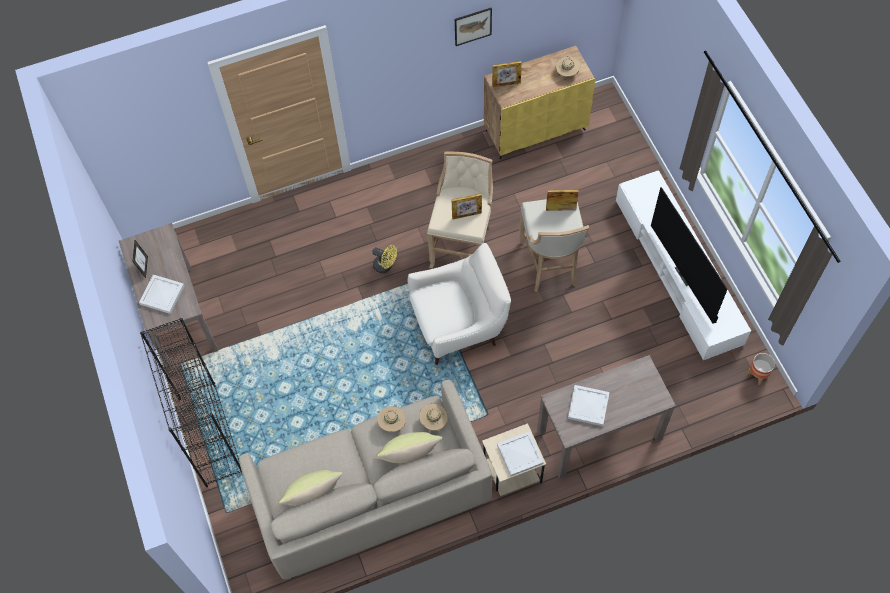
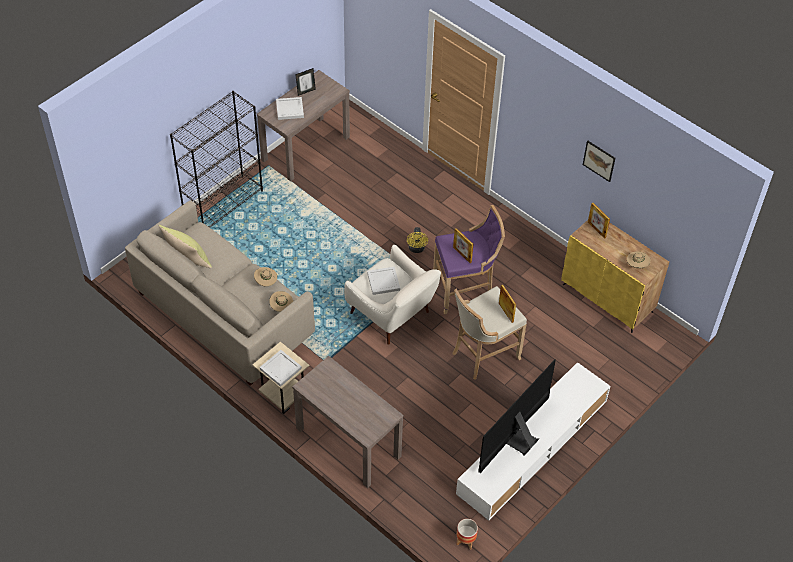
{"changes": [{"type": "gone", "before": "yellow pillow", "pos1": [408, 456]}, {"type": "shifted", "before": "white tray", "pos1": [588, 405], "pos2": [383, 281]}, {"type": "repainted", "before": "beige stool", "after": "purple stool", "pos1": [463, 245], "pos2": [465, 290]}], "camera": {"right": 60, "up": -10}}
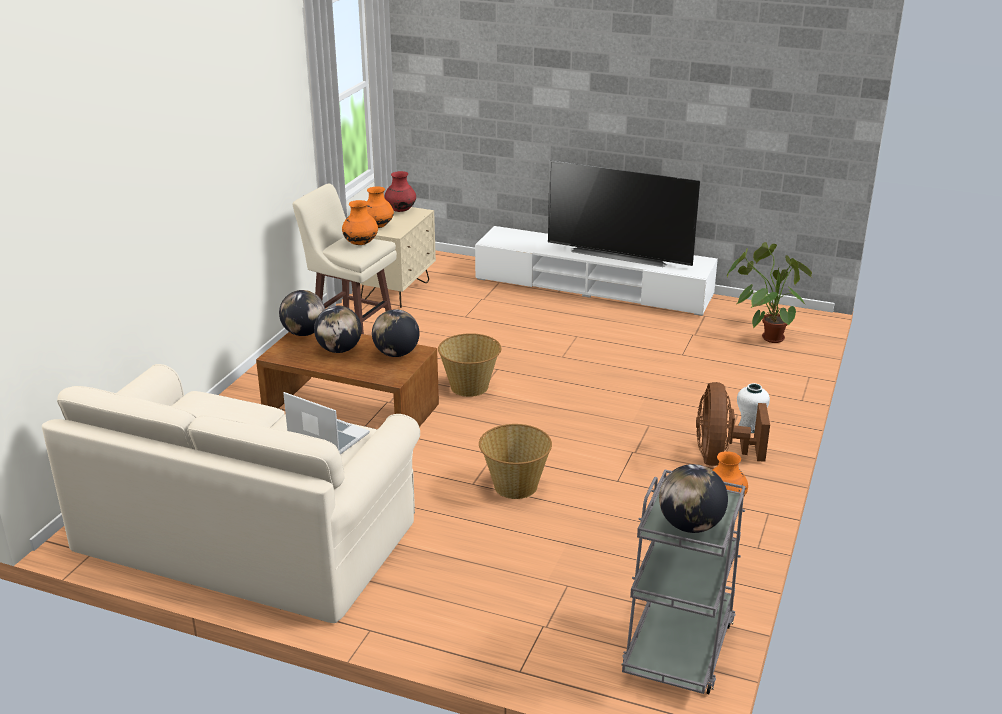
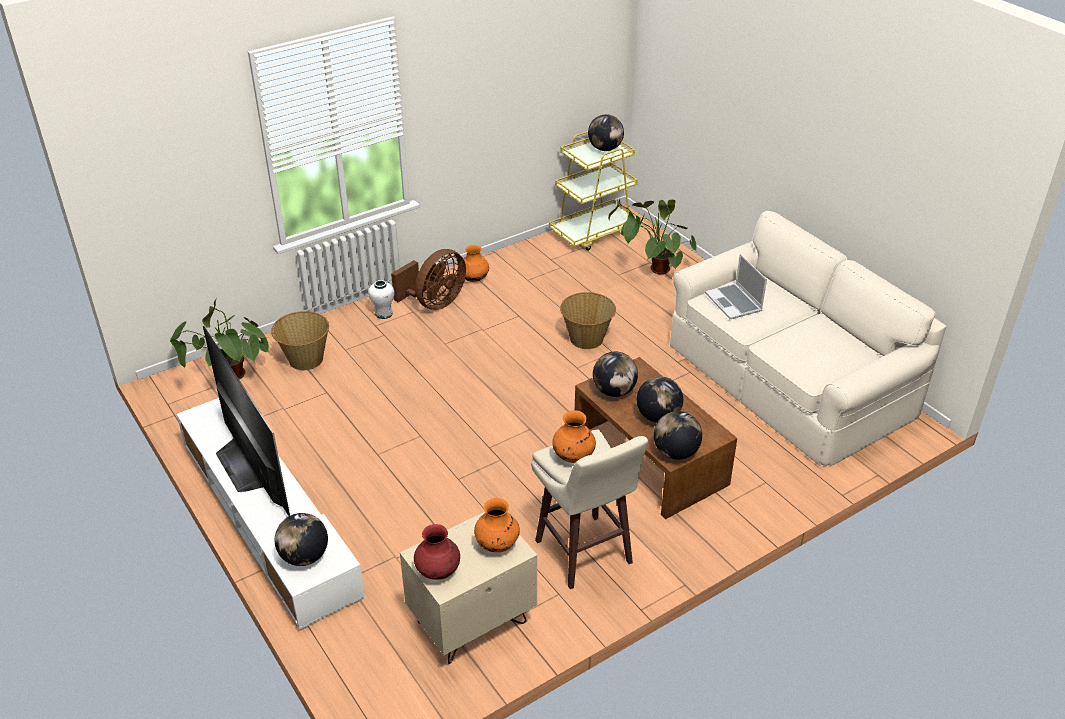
{"changes": [{"type": "new", "after": "globe", "pos2": [304, 557]}, {"type": "new", "after": "potted plant", "pos2": [650, 270]}, {"type": "shifted", "before": "basket", "pos1": [470, 387], "pos2": [305, 359]}, {"type": "repainted", "before": "grey cart", "after": "yellow cart", "pos1": [679, 645], "pos2": [594, 232]}], "camera": {"right": -145, "up": 10}}
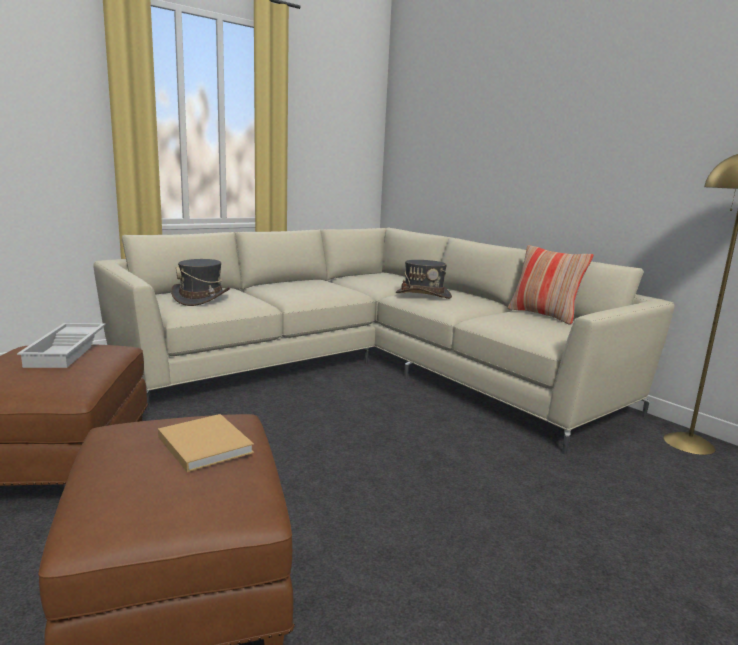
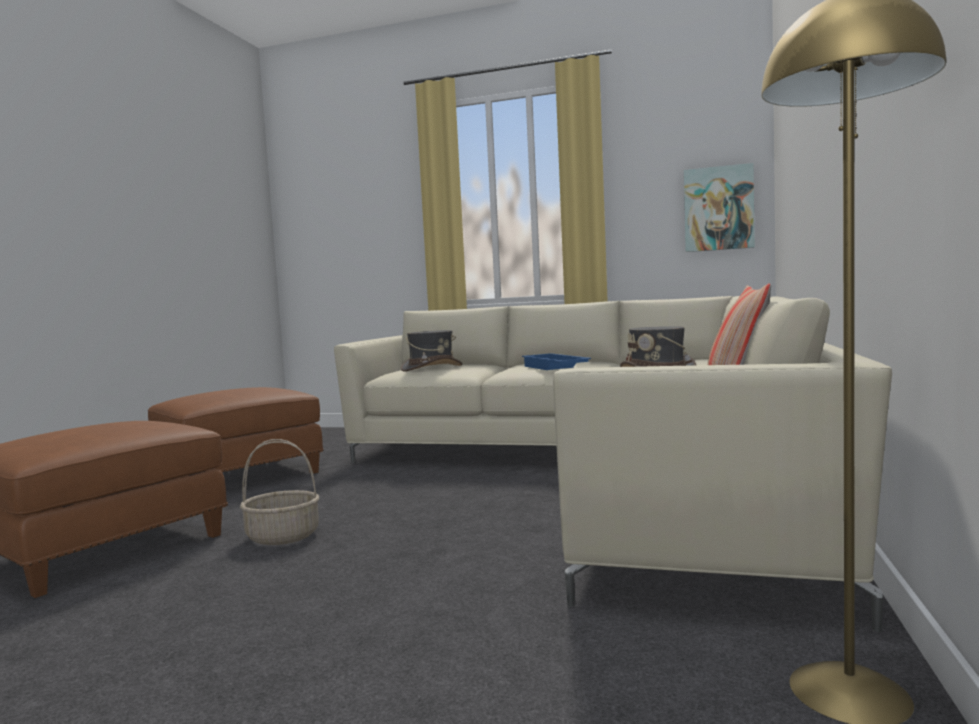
{"changes": [{"type": "gone", "before": "white tray", "pos1": [68, 351]}, {"type": "gone", "before": "beige book", "pos1": [204, 443]}, {"type": "new", "after": "basket", "pos2": [283, 536]}, {"type": "new", "after": "blue tray", "pos2": [553, 368]}, {"type": "new", "after": "picture", "pos2": [718, 208]}], "camera": {"right": 55, "up": -10}}
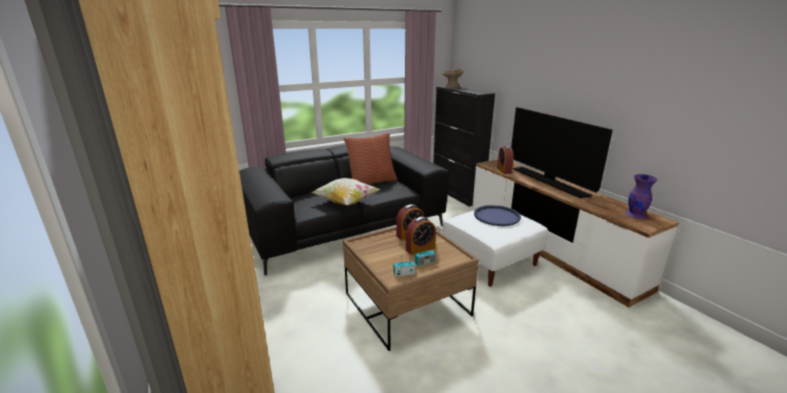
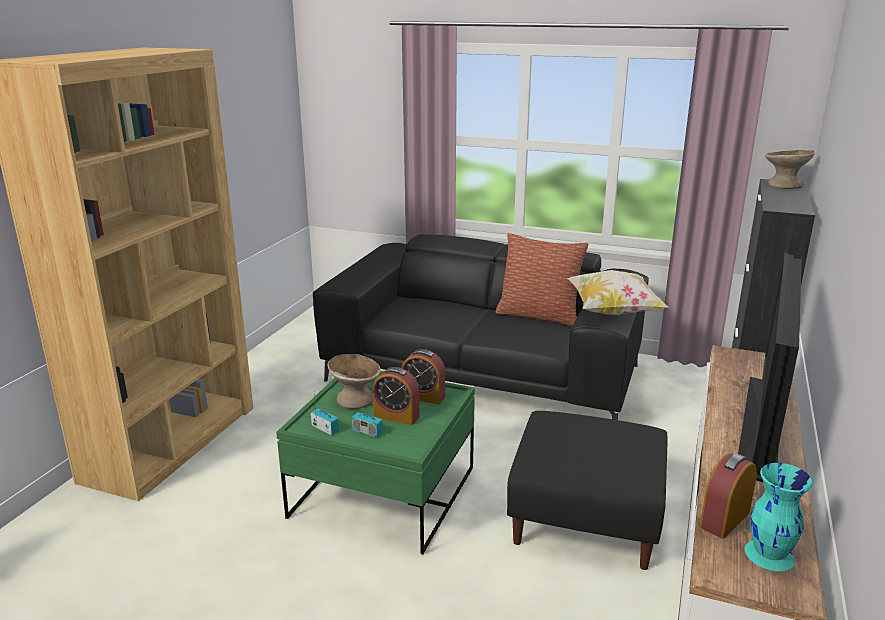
{"changes": [{"type": "gone", "before": "blue tray", "pos1": [497, 216]}, {"type": "new", "after": "beige bowl", "pos2": [355, 399]}, {"type": "shifted", "before": "pillow", "pos1": [346, 202], "pos2": [613, 311]}, {"type": "shifted", "before": "alarm clock", "pos1": [504, 170], "pos2": [724, 519]}, {"type": "repainted", "before": "brown coffee table", "after": "green coffee table", "pos1": [406, 304], "pos2": [384, 492]}, {"type": "repainted", "before": "white ottoman", "after": "black ottoman", "pos1": [490, 261], "pos2": [586, 518]}, {"type": "repainted", "before": "purple vase", "after": "turquoise vase", "pos1": [636, 214], "pos2": [770, 555]}], "camera": {"right": 50, "up": 0}}
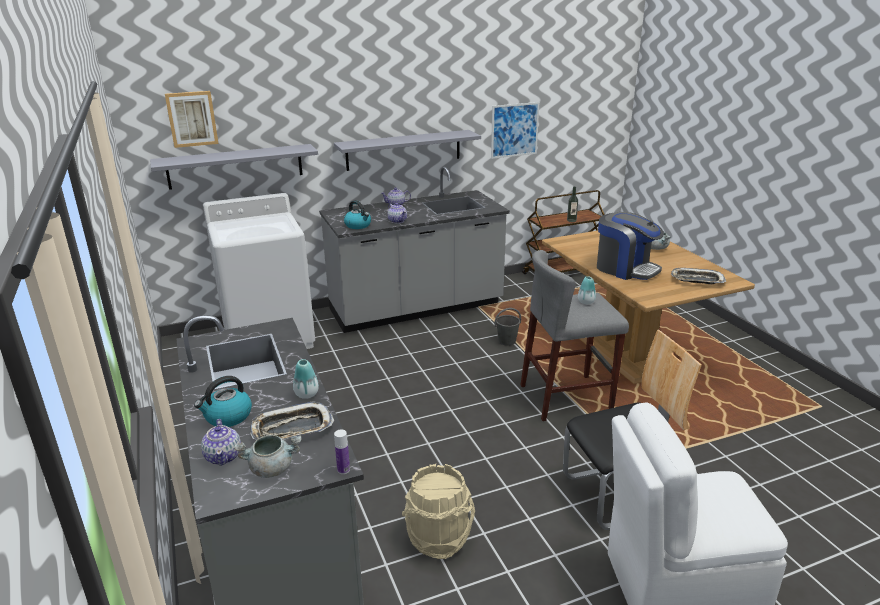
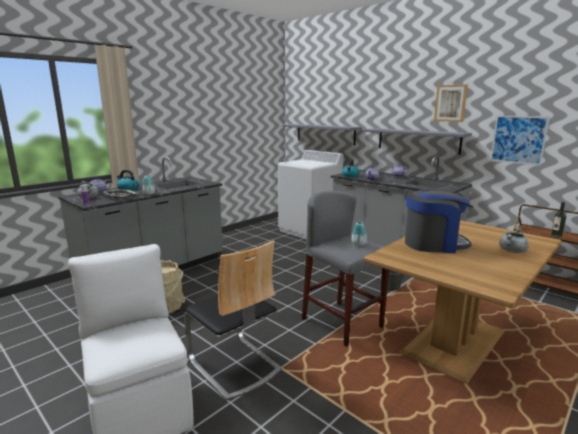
{"changes": [{"type": "gone", "before": "tray", "pos1": [696, 280]}, {"type": "shifted", "before": "picture", "pos1": [192, 119], "pos2": [450, 103]}, {"type": "rotated", "before": "coffee machine", "pos1": [625, 269], "pos2": [434, 244], "turn": -105}], "camera": {"right": 65, "up": -10}}
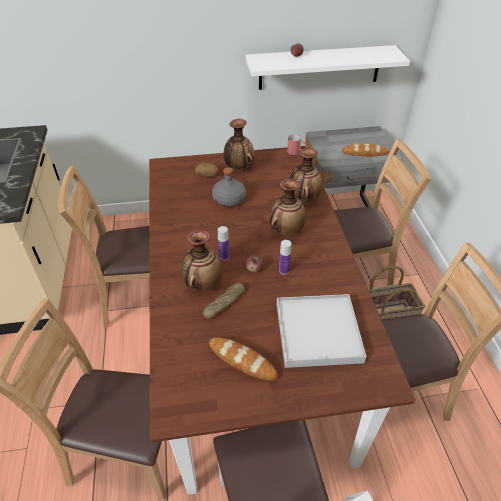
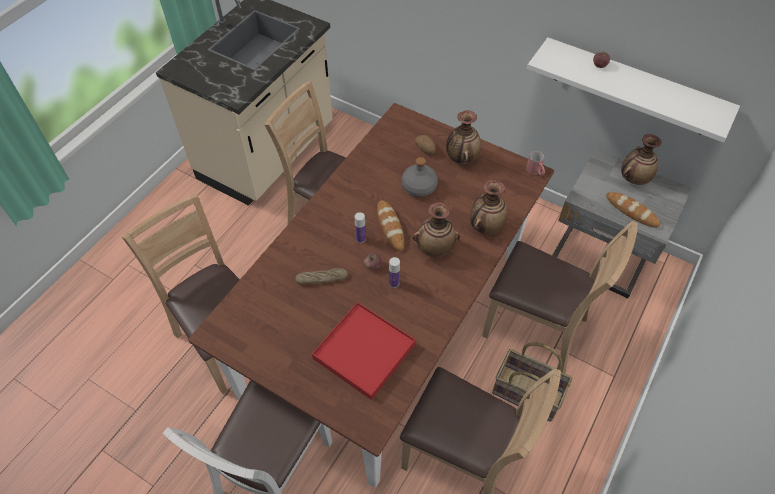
{"changes": [{"type": "shifted", "before": "vase", "pos1": [203, 284], "pos2": [634, 178]}, {"type": "shifted", "before": "bread", "pos1": [242, 360], "pos2": [390, 227]}, {"type": "repainted", "before": "white tray", "after": "red tray", "pos1": [317, 332], "pos2": [364, 351]}], "camera": {"right": 40, "up": 10}}
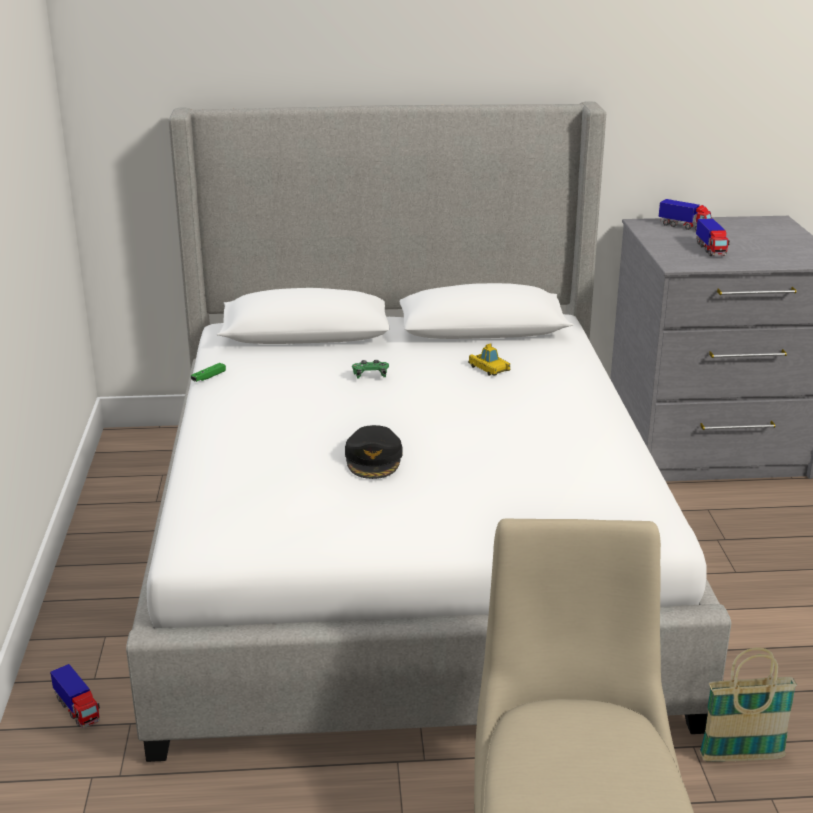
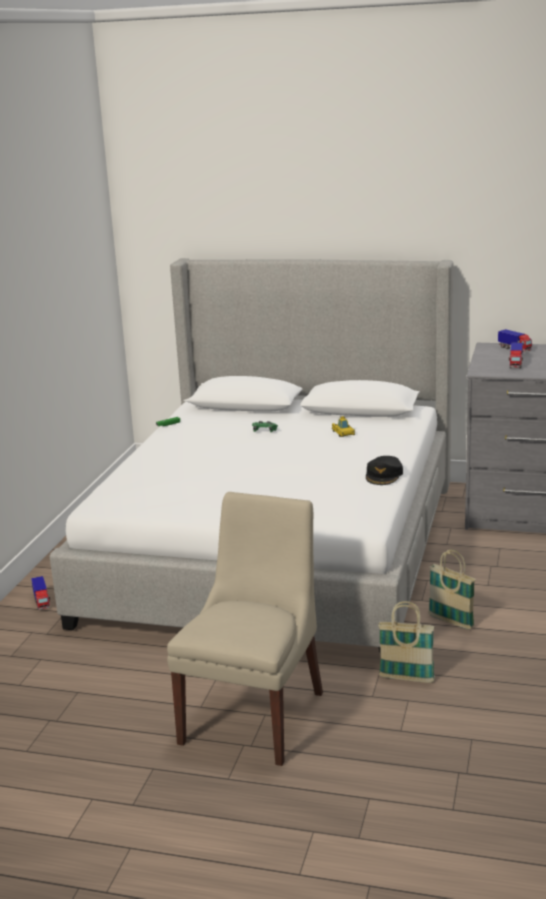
{"changes": [{"type": "new", "after": "basket", "pos2": [451, 621]}, {"type": "shifted", "before": "black cap", "pos1": [374, 459], "pos2": [384, 475]}], "camera": {"right": 20, "up": -5}}
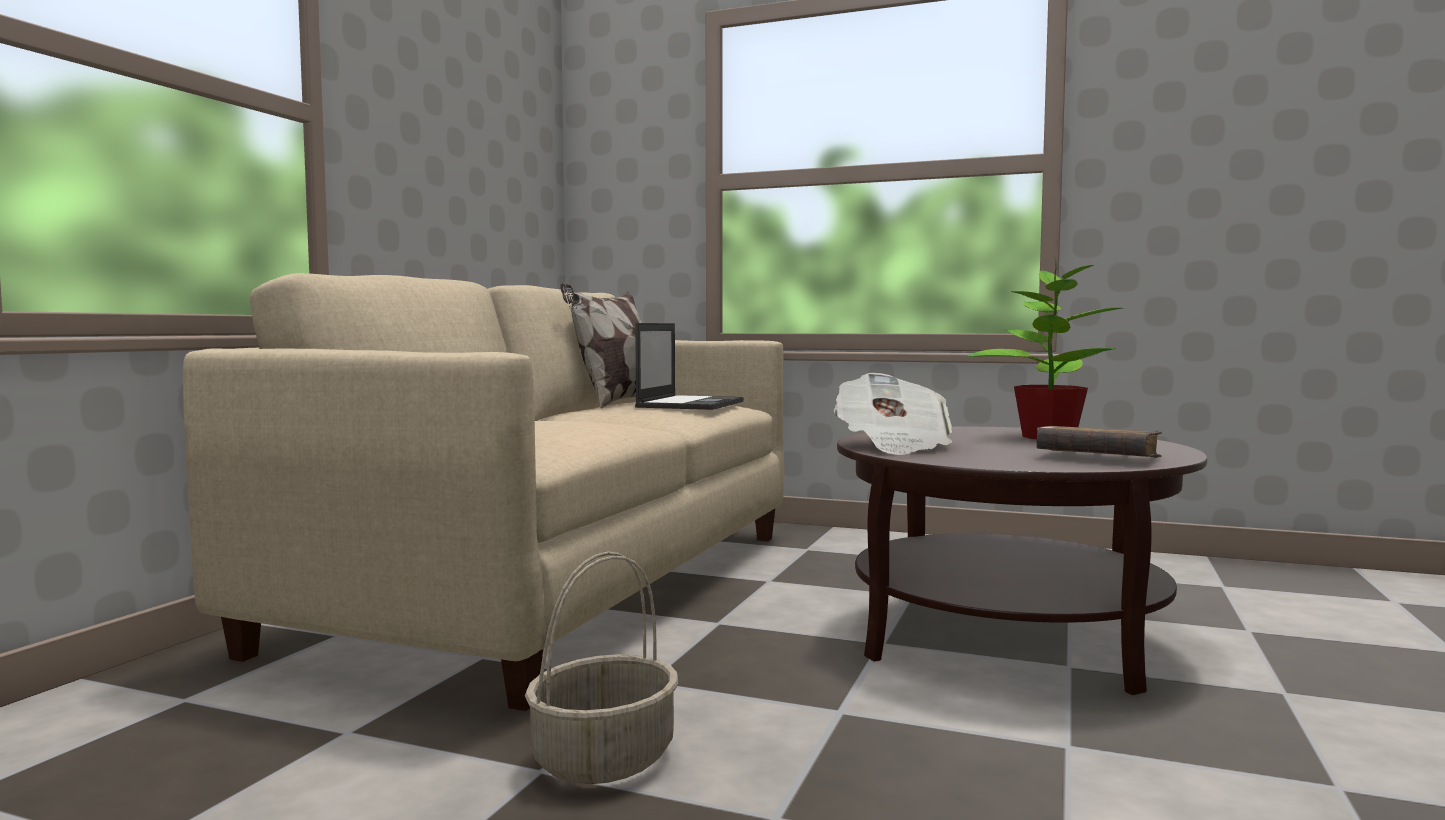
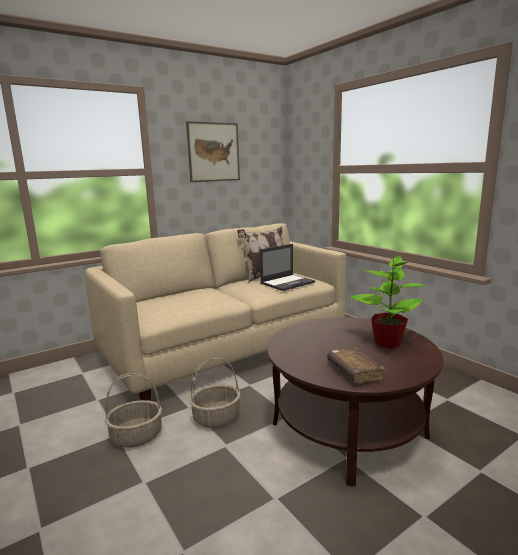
{"changes": [{"type": "gone", "before": "newspaper", "pos1": [892, 446]}, {"type": "new", "after": "picture", "pos2": [214, 152]}, {"type": "new", "after": "basket", "pos2": [216, 418]}], "camera": {"right": 35, "up": 10}}
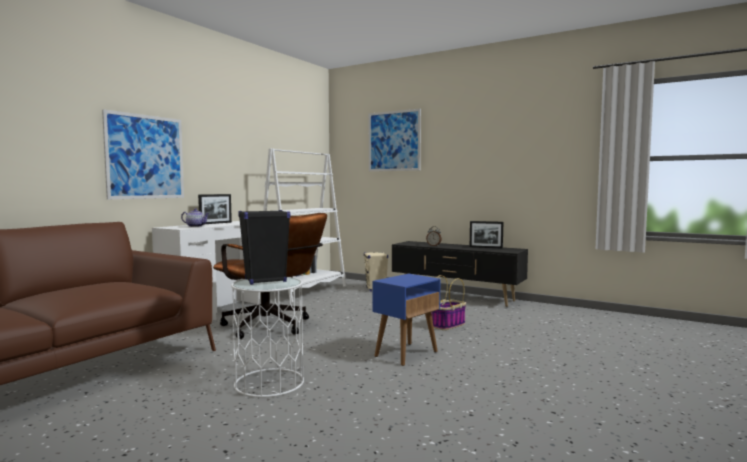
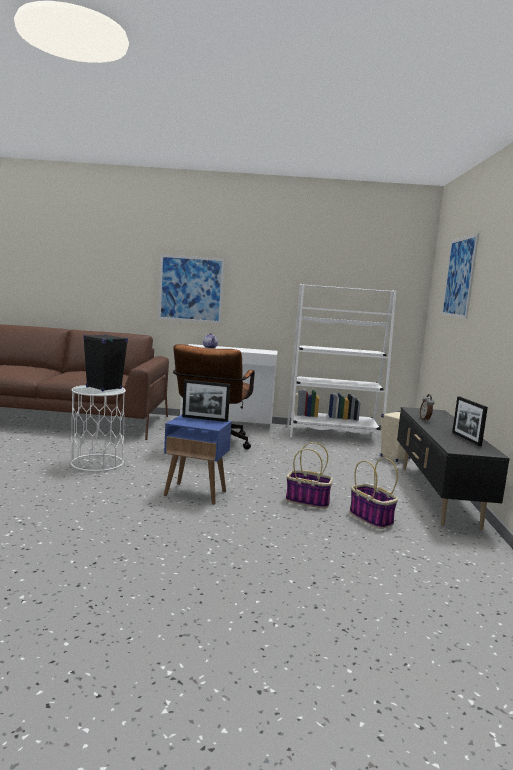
{"changes": [{"type": "new", "after": "basket", "pos2": [372, 518]}, {"type": "shifted", "before": "picture frame", "pos1": [215, 223], "pos2": [205, 419]}], "camera": {"right": 60, "up": 5}}
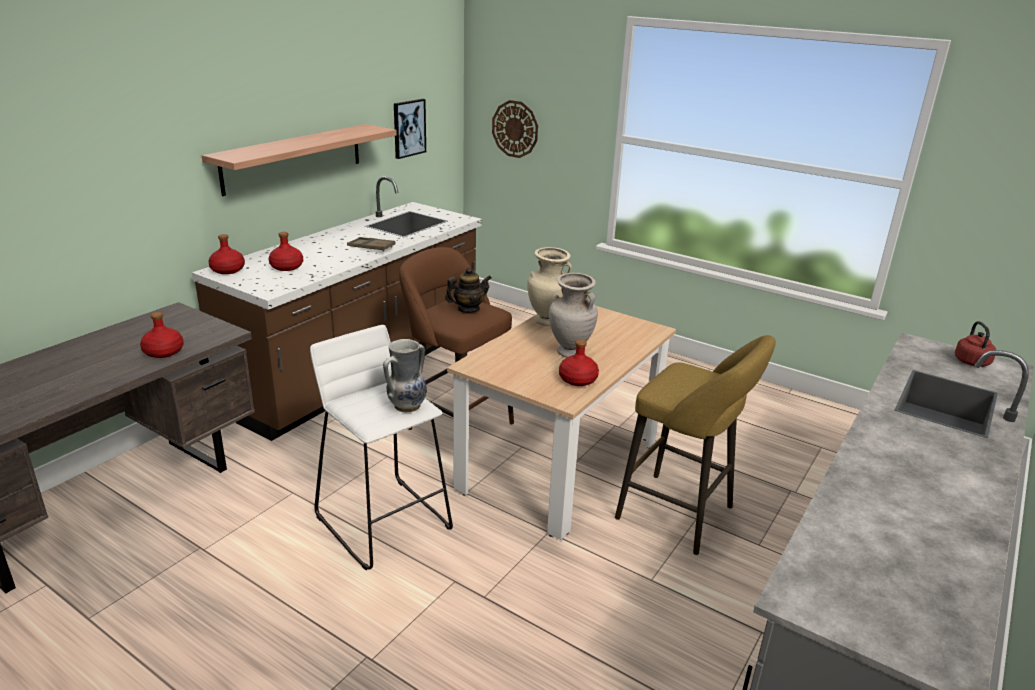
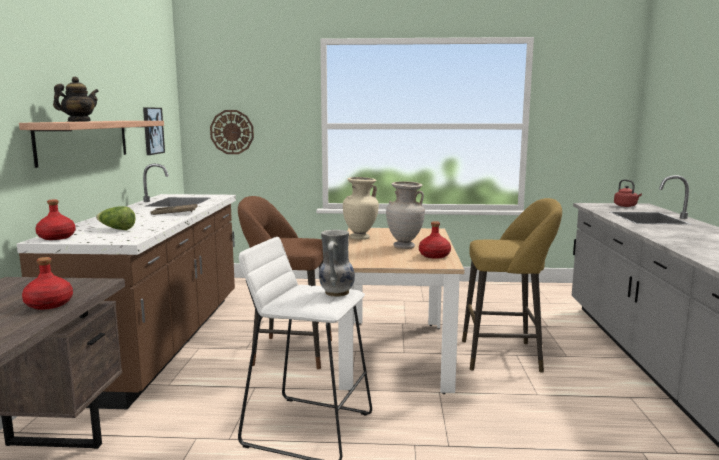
{"changes": [{"type": "shifted", "before": "teapot", "pos1": [468, 309], "pos2": [78, 121]}, {"type": "swapped", "before": "red bottle", "after": "lettuce", "pos1": [286, 267], "pos2": [116, 229]}], "camera": {"right": -30, "up": -15}}
